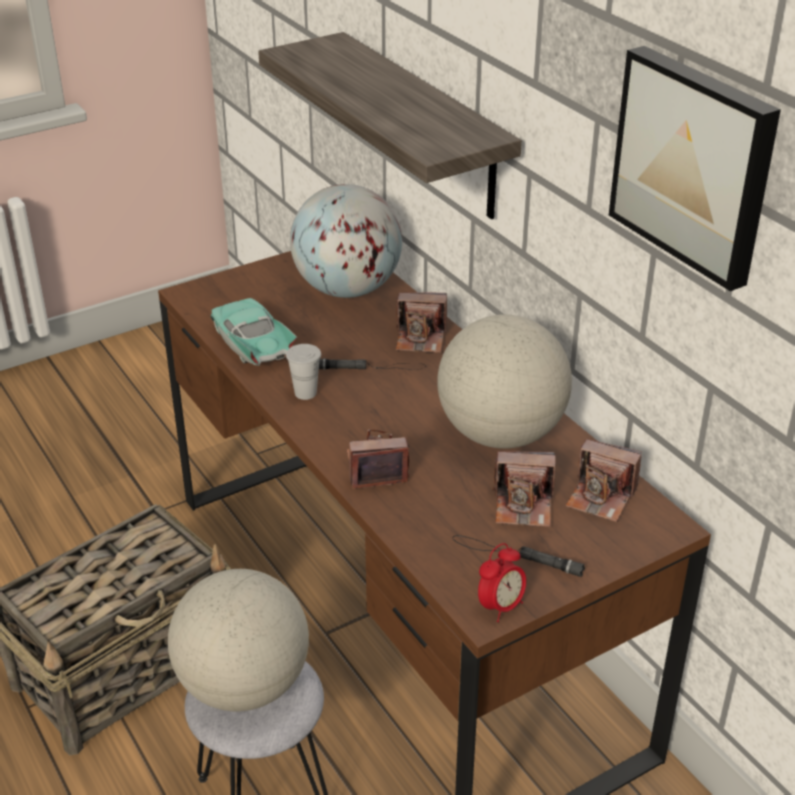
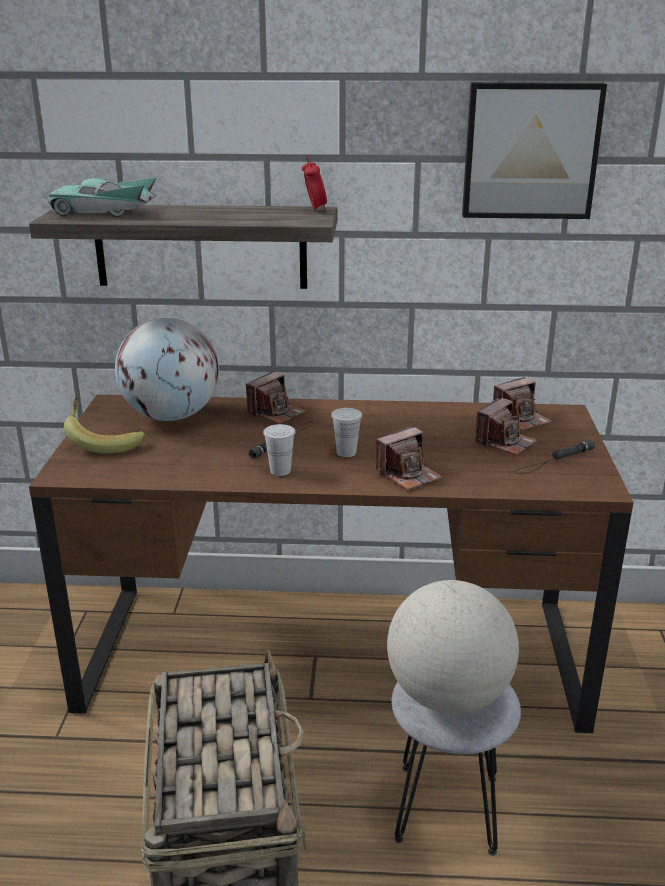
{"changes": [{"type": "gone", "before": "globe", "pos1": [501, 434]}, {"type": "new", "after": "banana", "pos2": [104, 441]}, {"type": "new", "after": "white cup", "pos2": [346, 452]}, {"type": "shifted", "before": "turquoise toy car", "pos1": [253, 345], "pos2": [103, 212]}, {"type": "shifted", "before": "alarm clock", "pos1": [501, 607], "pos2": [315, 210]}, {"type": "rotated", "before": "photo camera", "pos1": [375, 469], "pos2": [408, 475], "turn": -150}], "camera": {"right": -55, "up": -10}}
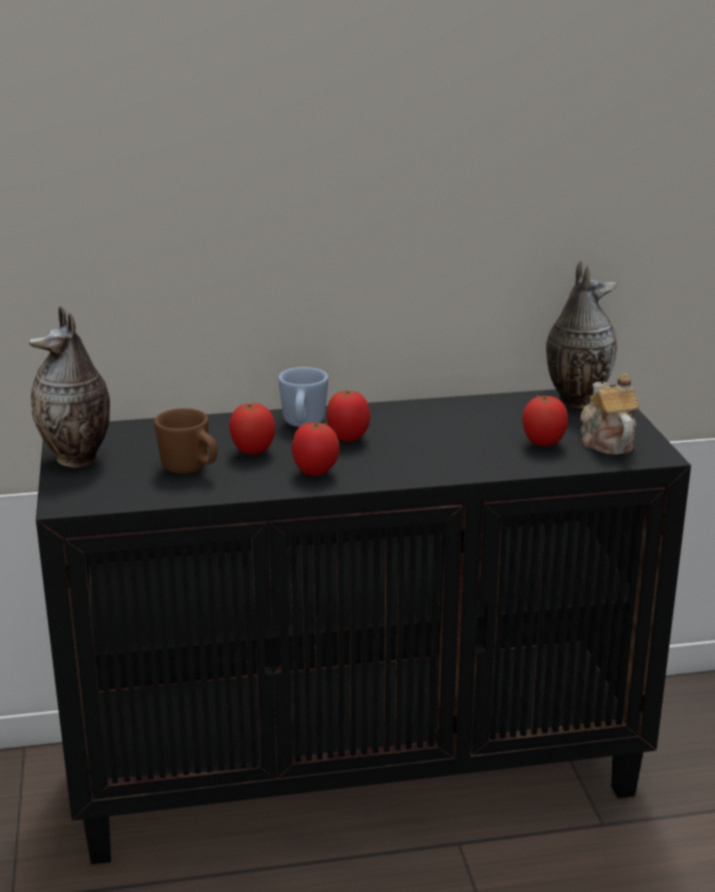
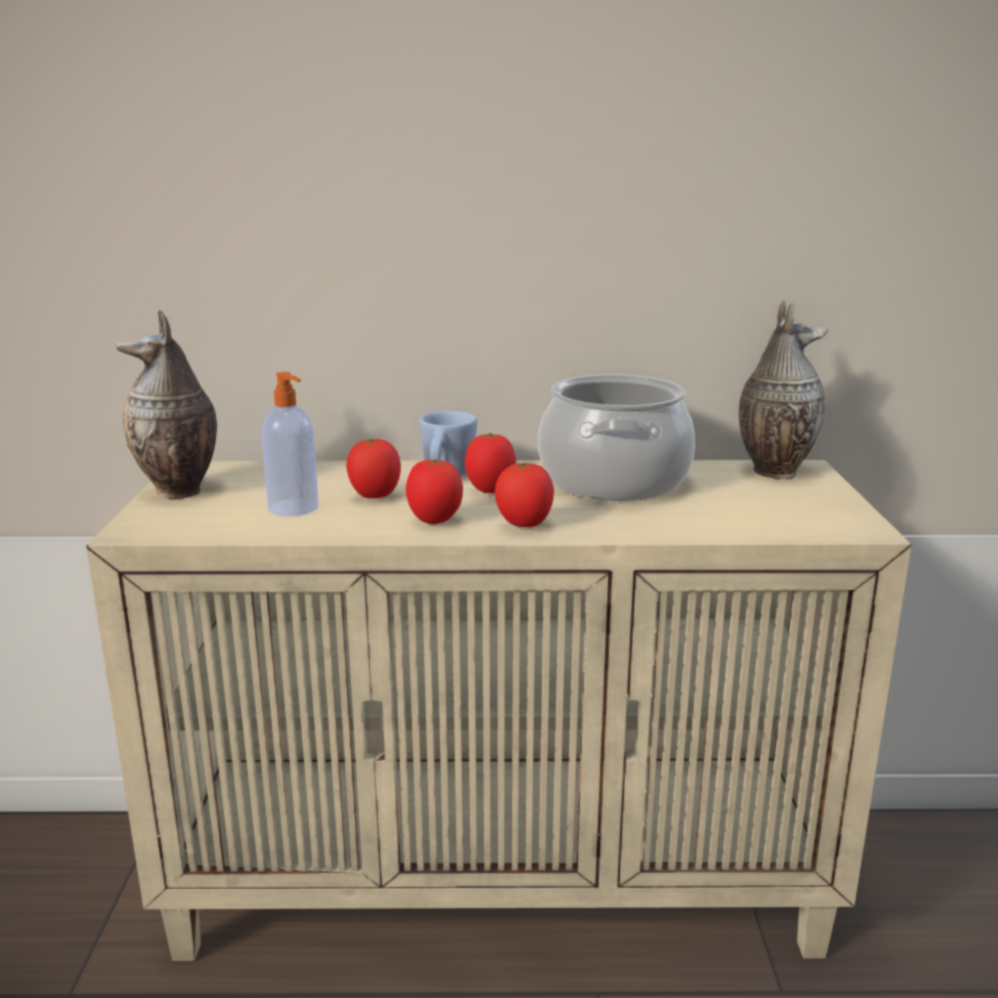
{"changes": [{"type": "gone", "before": "teapot", "pos1": [605, 441]}, {"type": "new", "after": "cooking pot", "pos2": [615, 481]}, {"type": "shifted", "before": "tomato", "pos1": [543, 444], "pos2": [524, 525]}, {"type": "swapped", "before": "brown mug", "after": "soap dispenser", "pos1": [190, 469], "pos2": [294, 509]}, {"type": "repainted", "before": "black cabinet", "after": "beige cabinet", "pos1": [360, 772], "pos2": [503, 885]}], "camera": {"right": 10, "up": -5}}
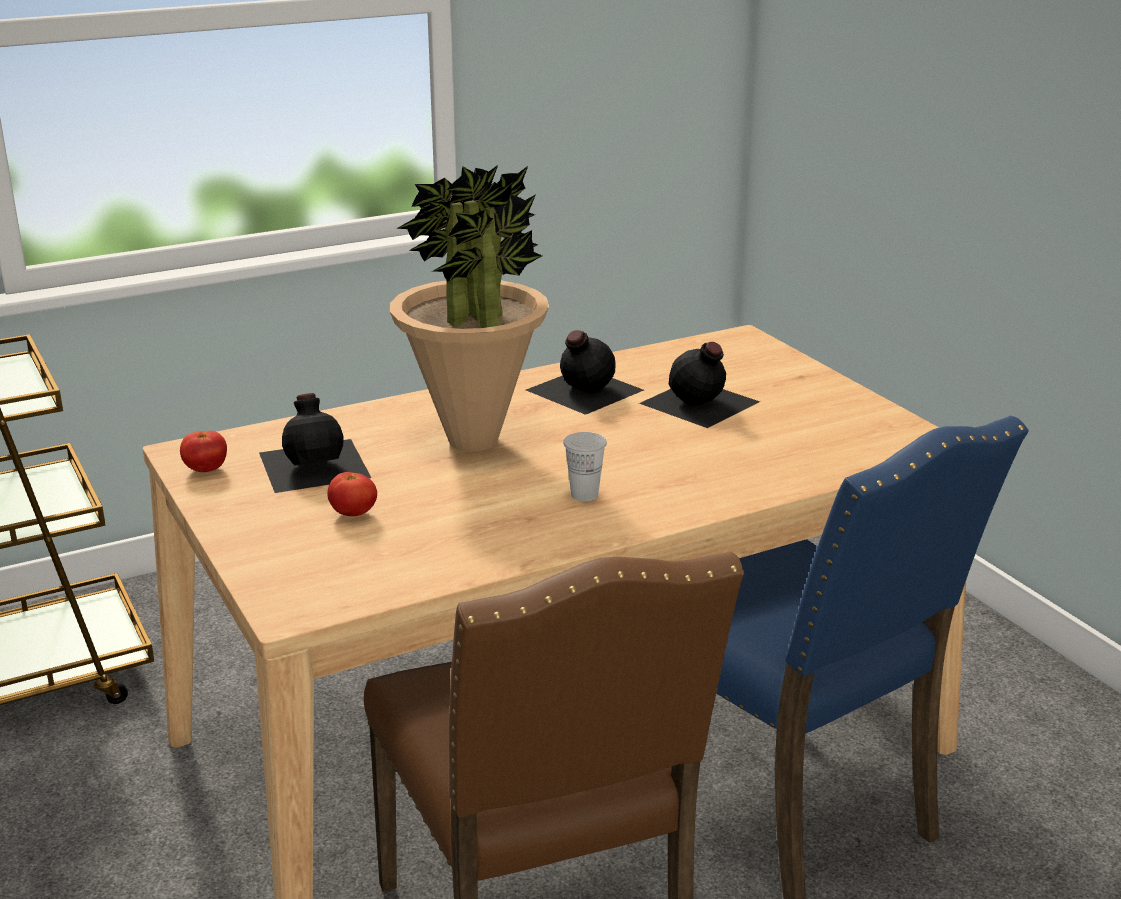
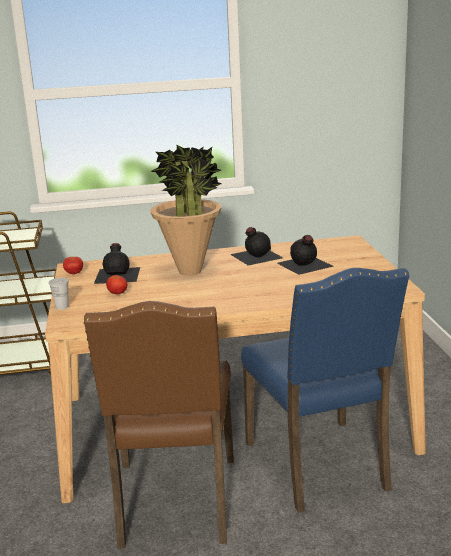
{"changes": [{"type": "shifted", "before": "white cup", "pos1": [584, 495], "pos2": [62, 307]}], "camera": {"right": 20, "up": -5}}
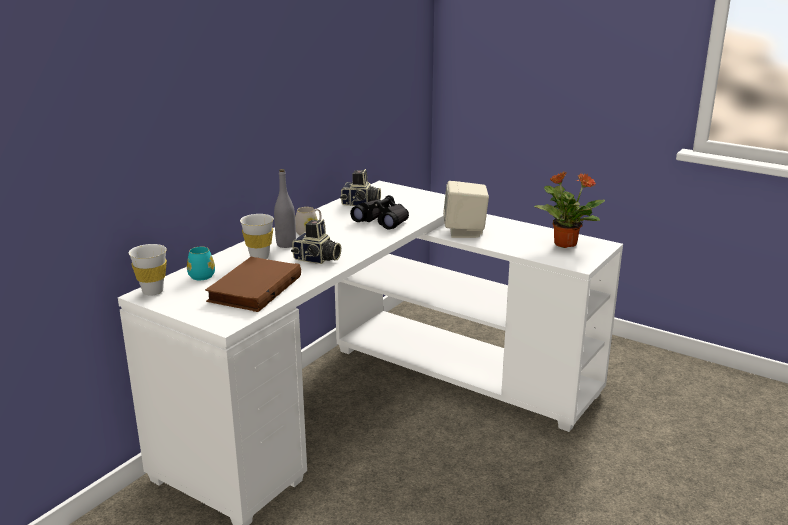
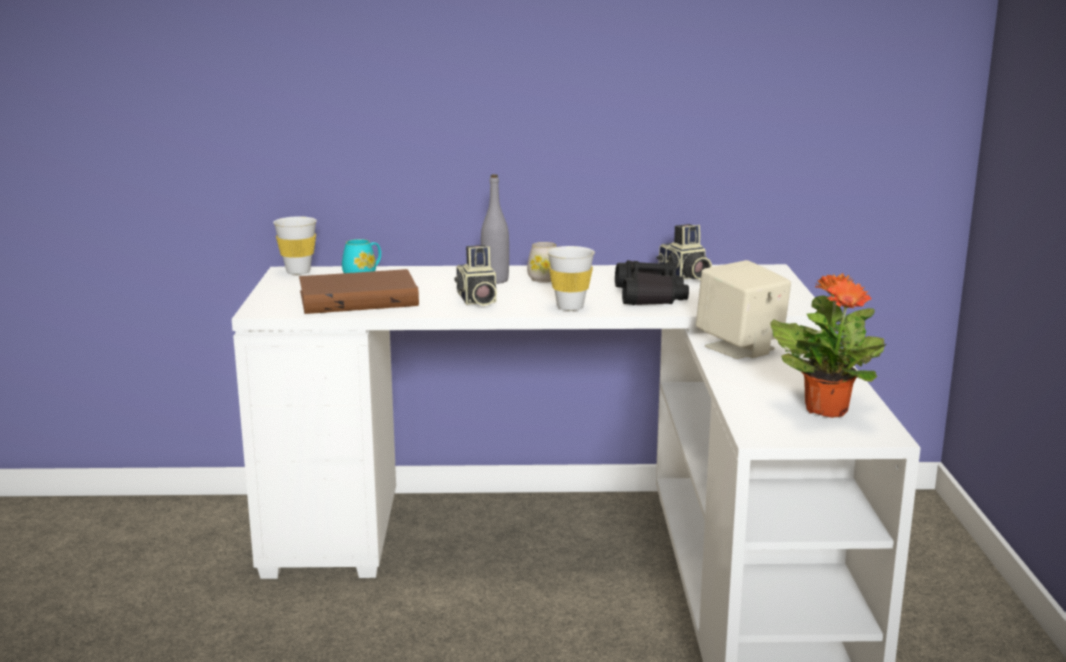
{"changes": [{"type": "shifted", "before": "white cup", "pos1": [259, 257], "pos2": [570, 307]}], "camera": {"right": 55, "up": -5}}
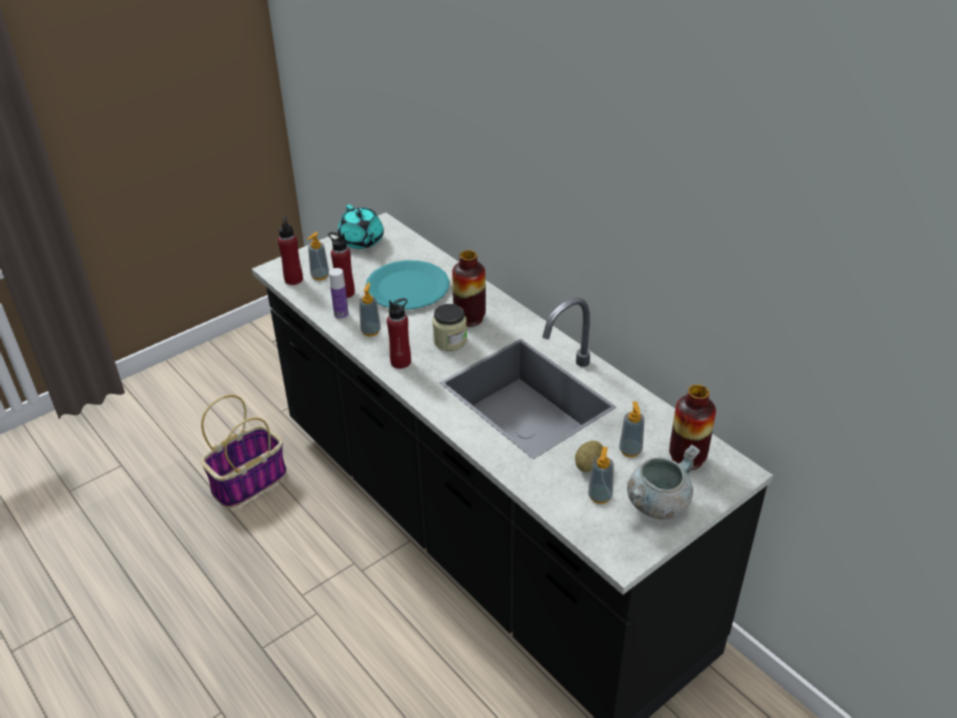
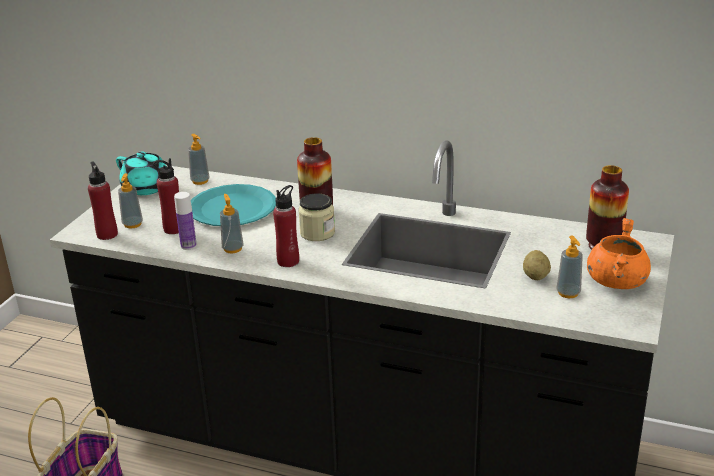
{"changes": [{"type": "shifted", "before": "soap dispenser", "pos1": [630, 450], "pos2": [200, 181]}, {"type": "repainted", "before": "grey cooking pot", "after": "orange cooking pot", "pos1": [657, 503], "pos2": [616, 281]}], "camera": {"right": -30, "up": -10}}
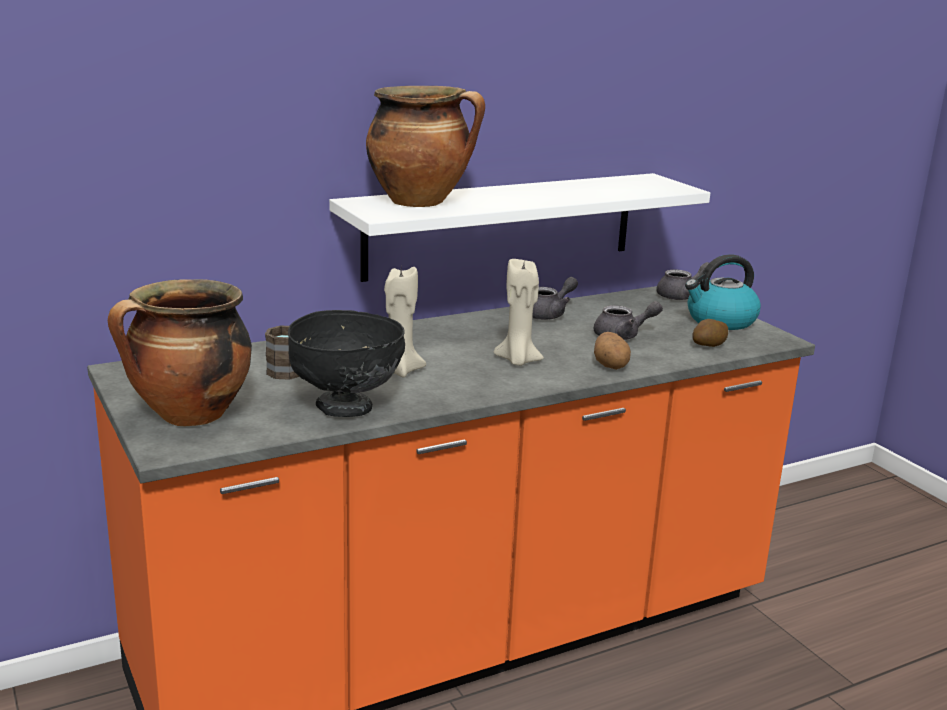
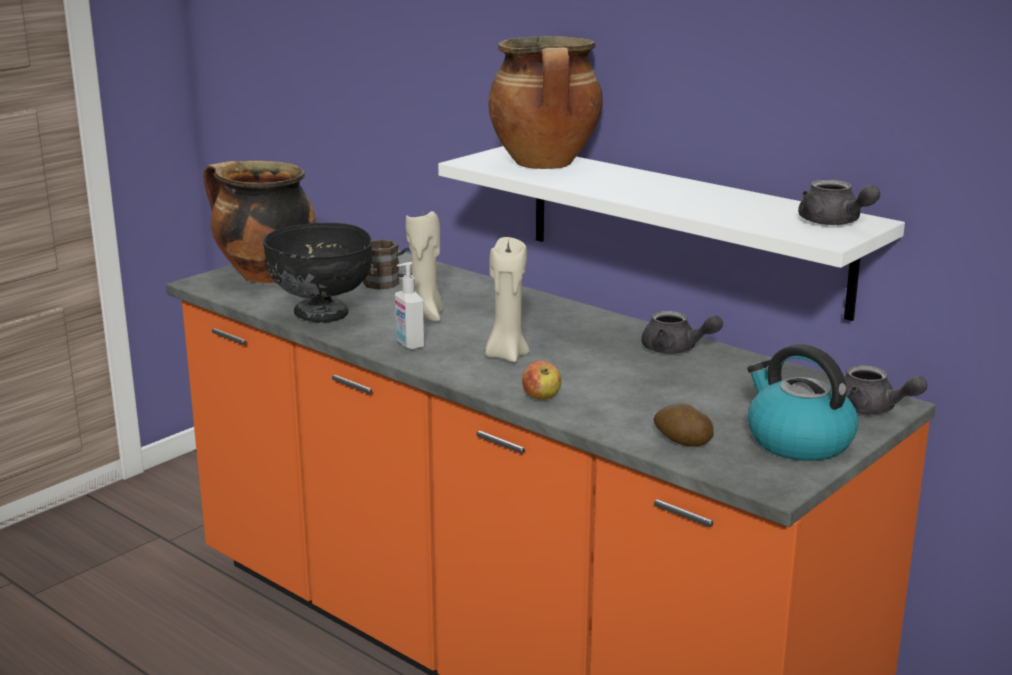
{"changes": [{"type": "new", "after": "soap dispenser", "pos2": [409, 345]}, {"type": "shifted", "before": "grey teapot", "pos1": [623, 335], "pos2": [833, 223]}, {"type": "swapped", "before": "potato", "after": "apple", "pos1": [611, 366], "pos2": [541, 397]}], "camera": {"right": 70, "up": 0}}
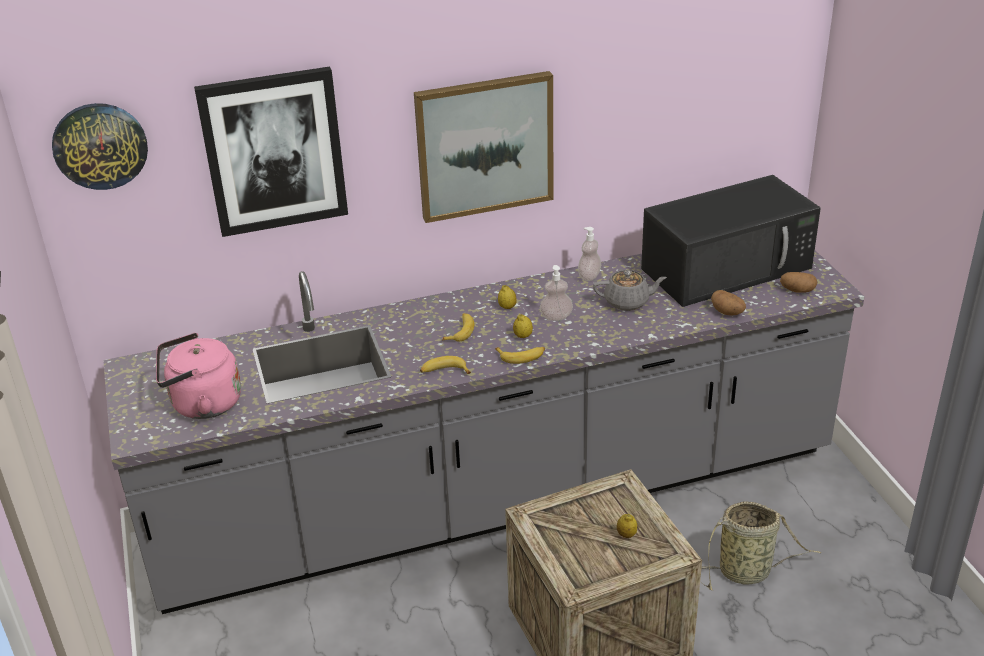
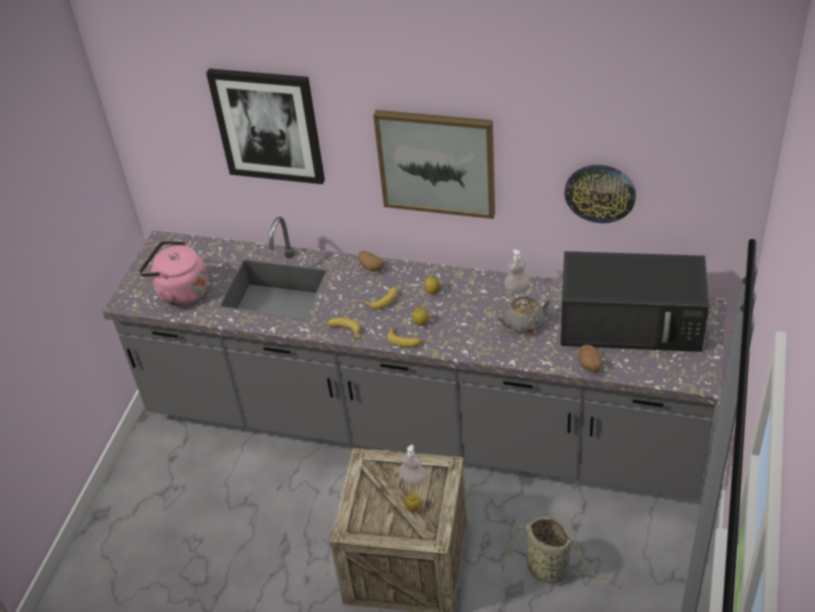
{"changes": [{"type": "shifted", "before": "wall clock", "pos1": [100, 145], "pos2": [600, 192]}, {"type": "shifted", "before": "soap dispenser", "pos1": [556, 317], "pos2": [413, 479]}, {"type": "shifted", "before": "potato", "pos1": [797, 290], "pos2": [370, 267]}, {"type": "rotated", "before": "grey teapot", "pos1": [627, 302], "pos2": [523, 323], "turn": 120}], "camera": {"right": 35, "up": 10}}
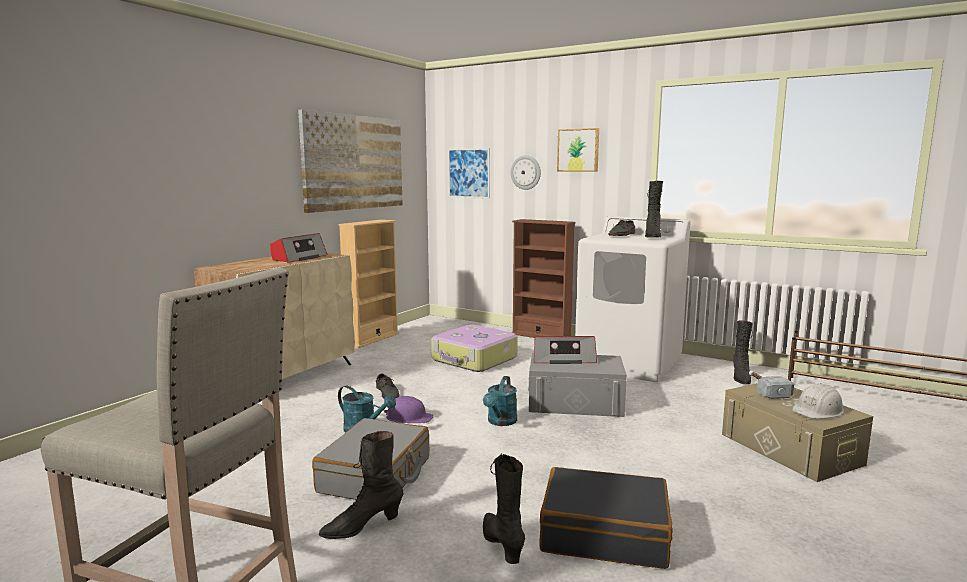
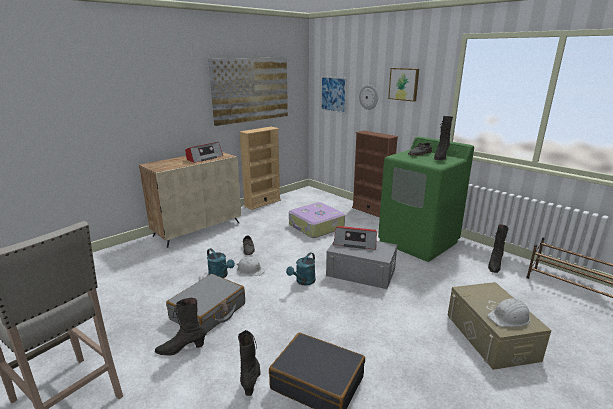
{"changes": [{"type": "gone", "before": "hammer", "pos1": [764, 389]}, {"type": "repainted", "before": "purple hard hat", "after": "white hard hat", "pos1": [408, 417], "pos2": [250, 270]}, {"type": "repainted", "before": "white washing machine", "after": "green washing machine", "pos1": [629, 363], "pos2": [418, 242]}], "camera": {"right": 15, "up": 10}}
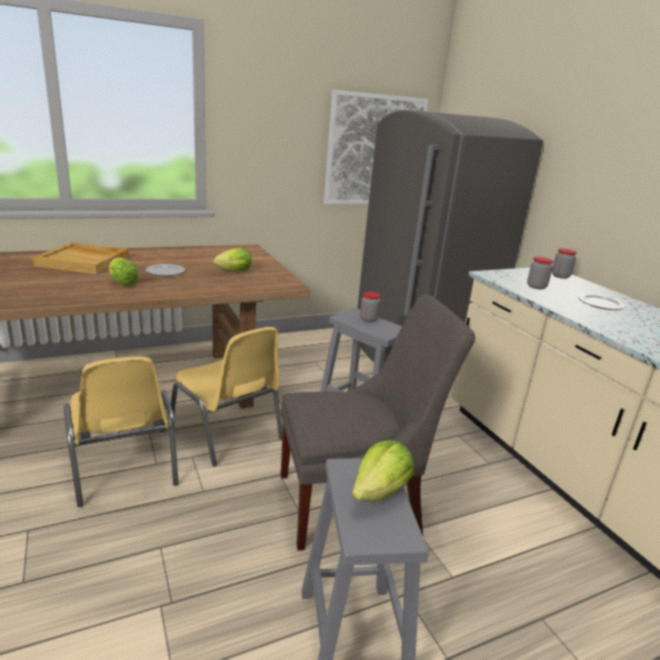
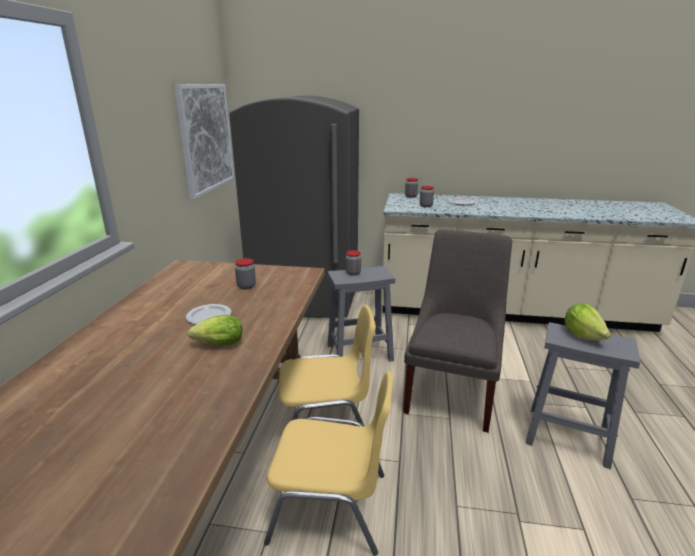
{"changes": [{"type": "gone", "before": "beige tray", "pos1": [84, 261]}, {"type": "swapped", "before": "lettuce", "after": "jar", "pos1": [232, 271], "pos2": [246, 286]}], "camera": {"right": -55, "up": 0}}
